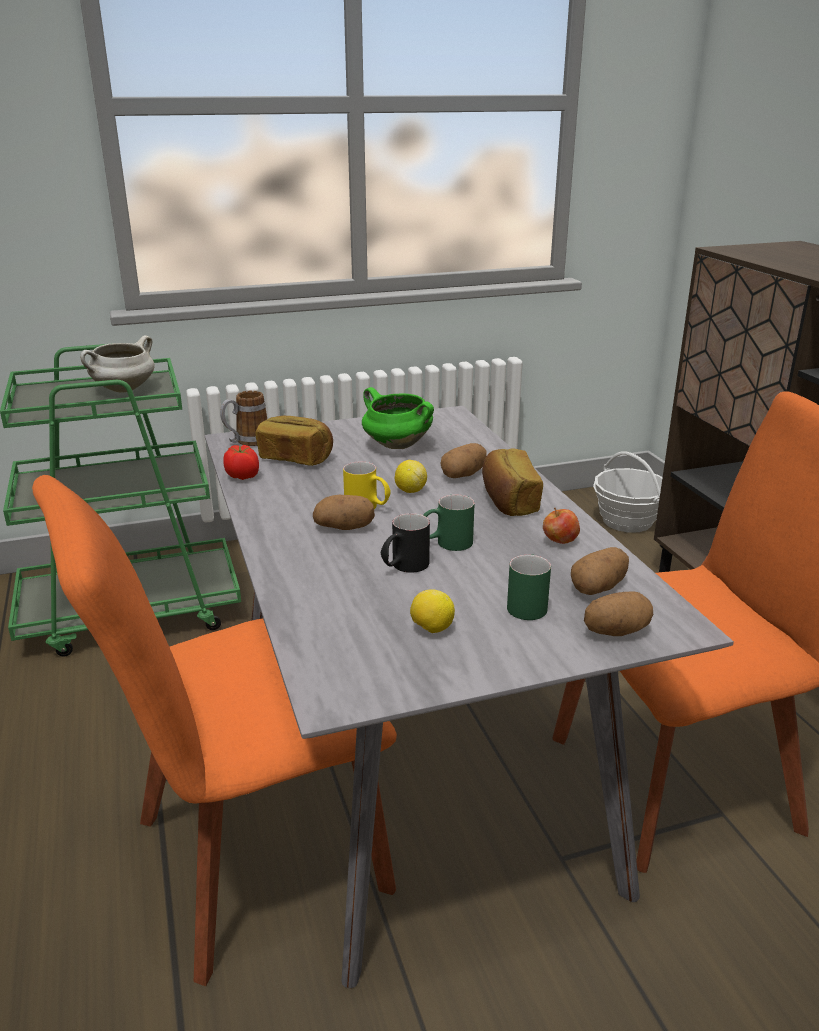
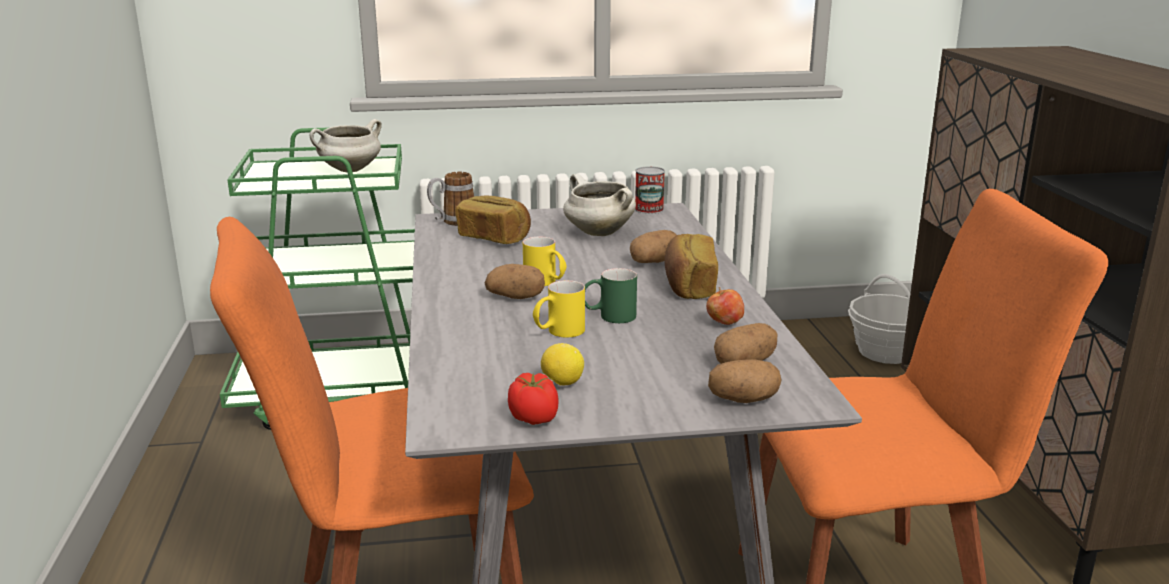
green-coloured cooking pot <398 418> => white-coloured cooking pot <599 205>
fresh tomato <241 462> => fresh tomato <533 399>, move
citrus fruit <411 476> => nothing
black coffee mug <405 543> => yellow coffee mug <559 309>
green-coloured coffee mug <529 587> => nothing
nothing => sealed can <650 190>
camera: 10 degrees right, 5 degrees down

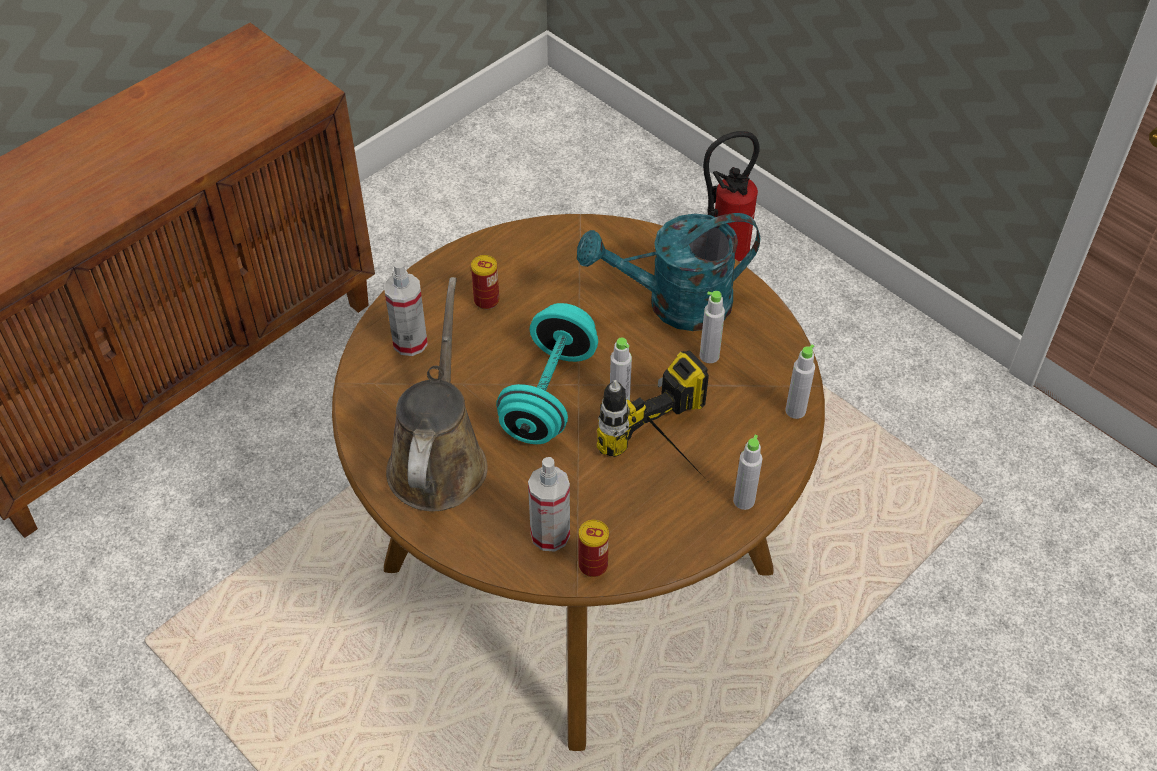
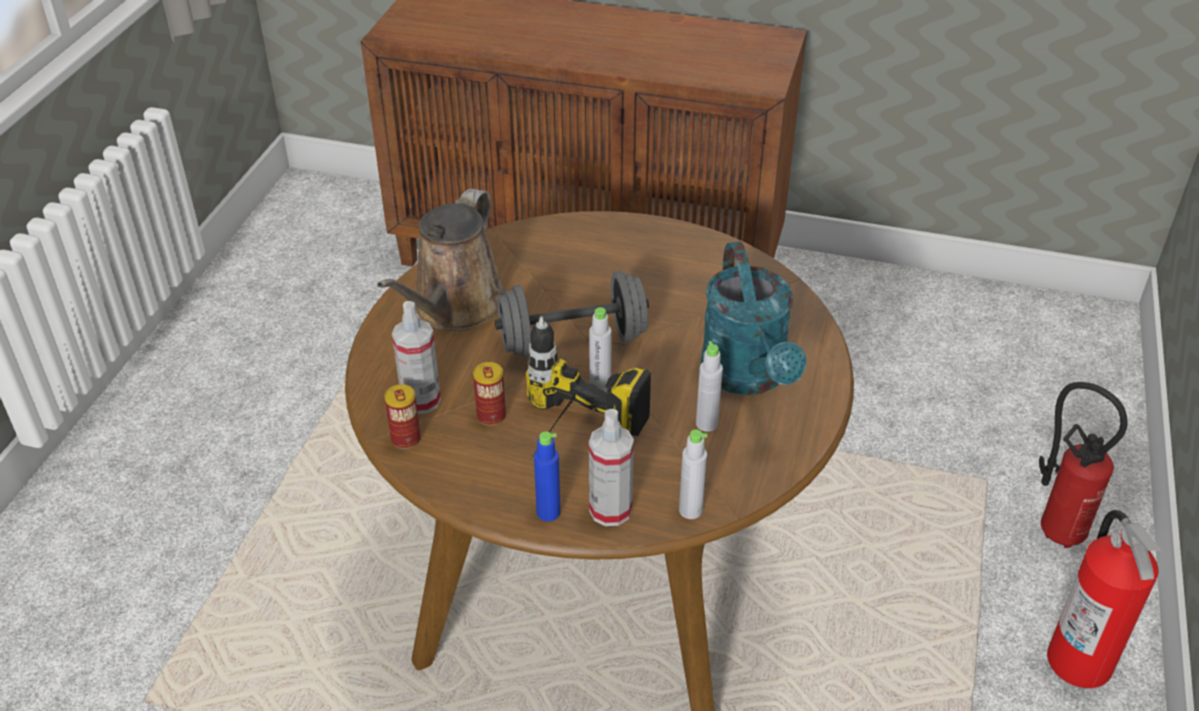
turquoise-coloured watering can <668 272> => turquoise-coloured watering can <754 318>, 150 degrees counterclockwise
sealed can <485 282> => sealed can <489 394>, move
sprayer <406 308> => sprayer <611 467>, move
brownish watering can <437 394> => brownish watering can <441 260>, 135 degrees clockwise
turquoise-coloured hand weight <547 373> => grey hand weight <572 314>
grey drink bottle <747 472> => blue drink bottle <547 476>
nothing => fire-fighting cylinder <1104 599>
camera: 60 degrees right, 10 degrees down

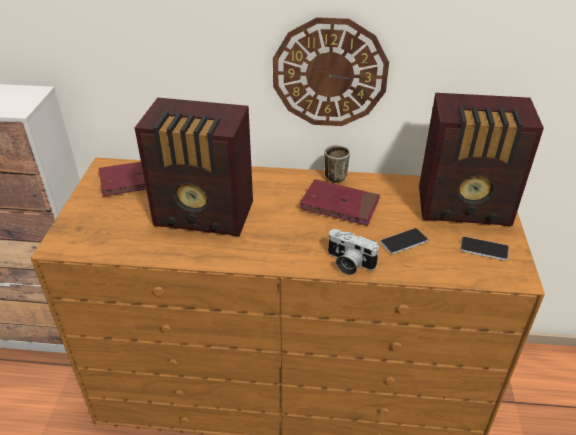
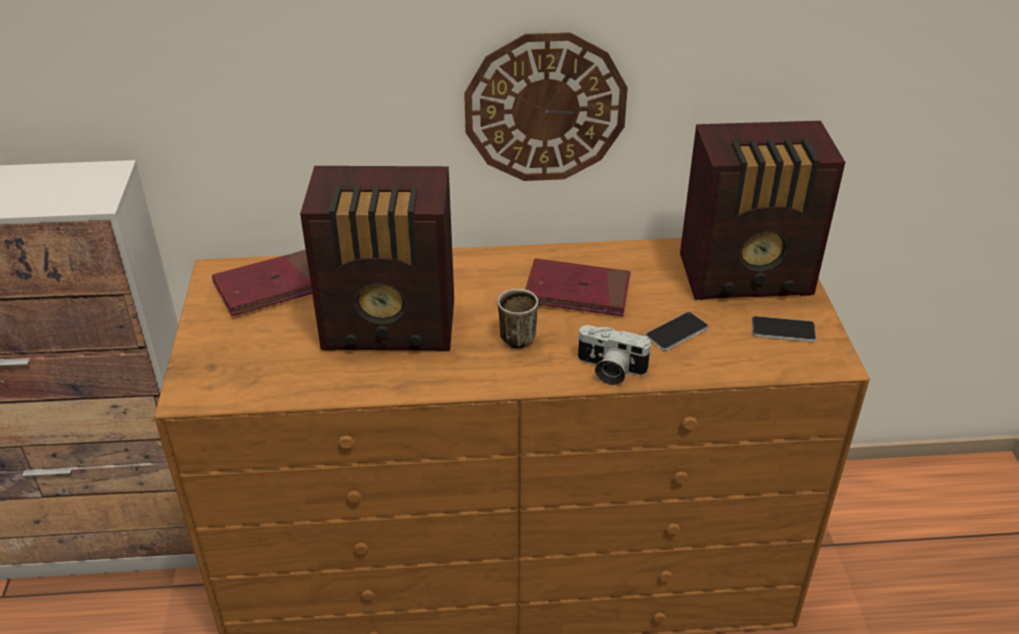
coffee mug <337 164> => coffee mug <518 319>, move
camera: 10 degrees left, 0 degrees up

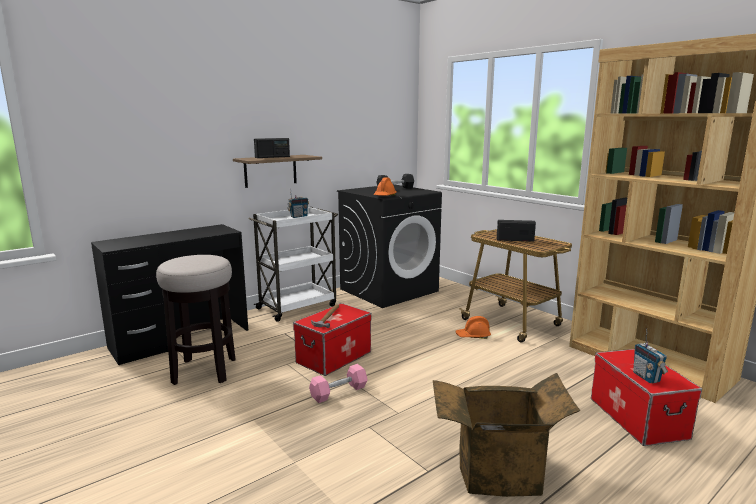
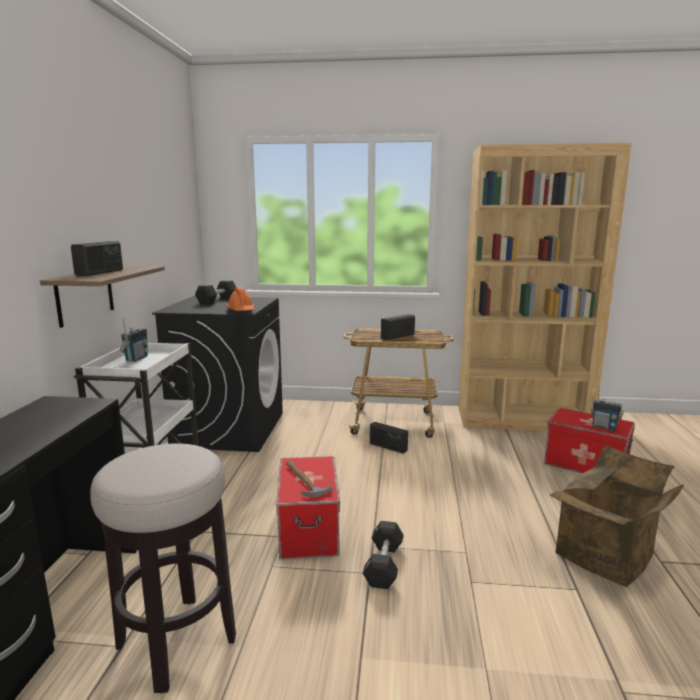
orangey hard hat <473 327> => radio set <389 438>
pinkish hand weight <338 383> => black hand weight <383 555>
camera: 45 degrees left, 0 degrees up

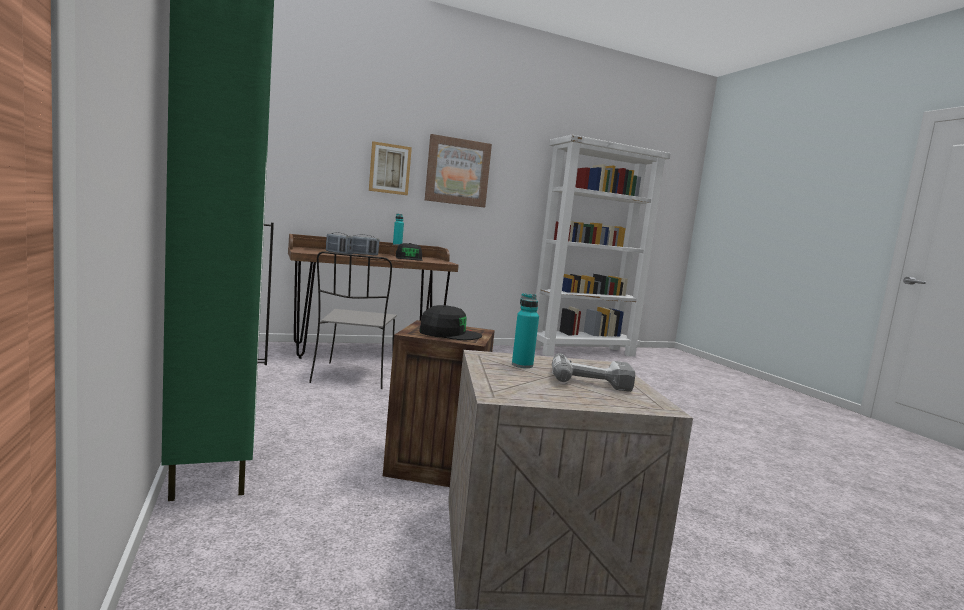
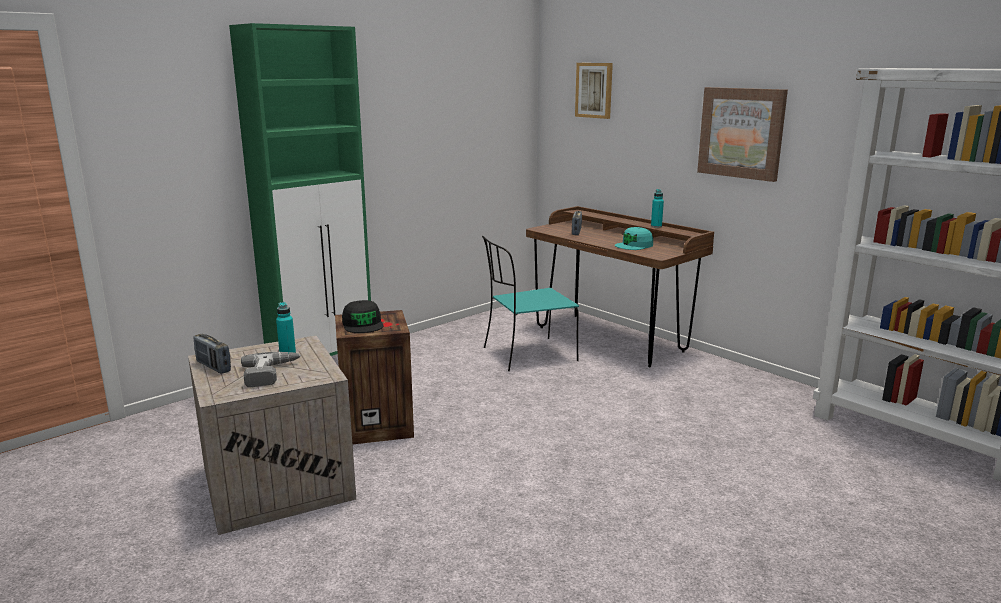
wall picture <390 168> => wall picture <594 91>, move
radio set <364 245> => radio set <212 354>, move
black peaked cap <409 252> => turquoise-coloured peaked cap <634 238>
grey upright chair <353 320> => turquoise-coloured upright chair <530 303>
camera: 70 degrees right, 10 degrees up

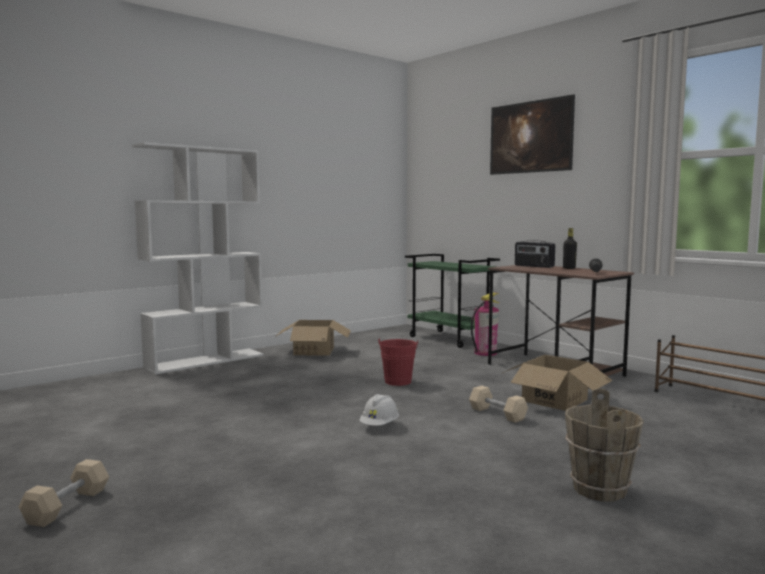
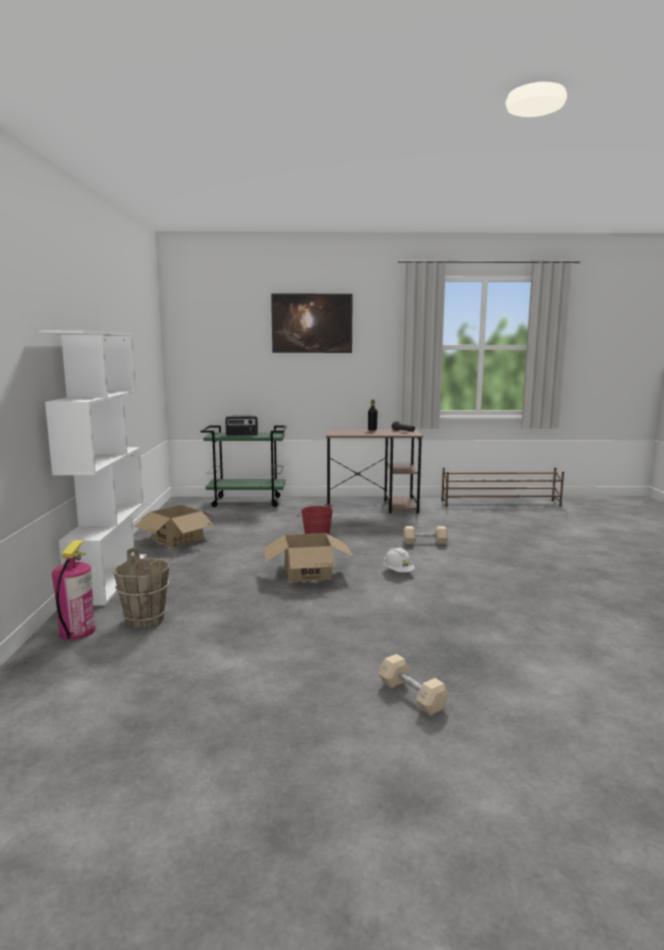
radio set <535 254> => radio set <241 425>, move
fire-fighting cylinder <485 324> => fire-fighting cylinder <73 590>, move
packing box <557 383> => packing box <309 557>, move
brownish water bucket <604 445> => brownish water bucket <141 588>, move
camera: 50 degrees left, 5 degrees up

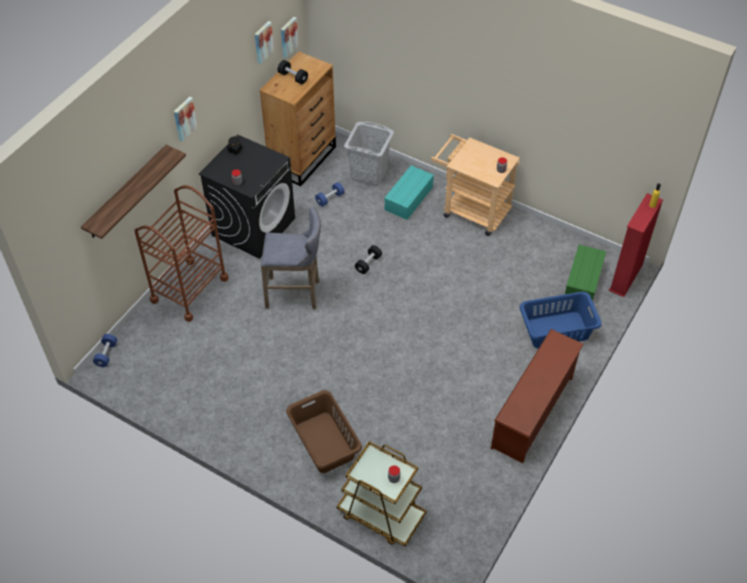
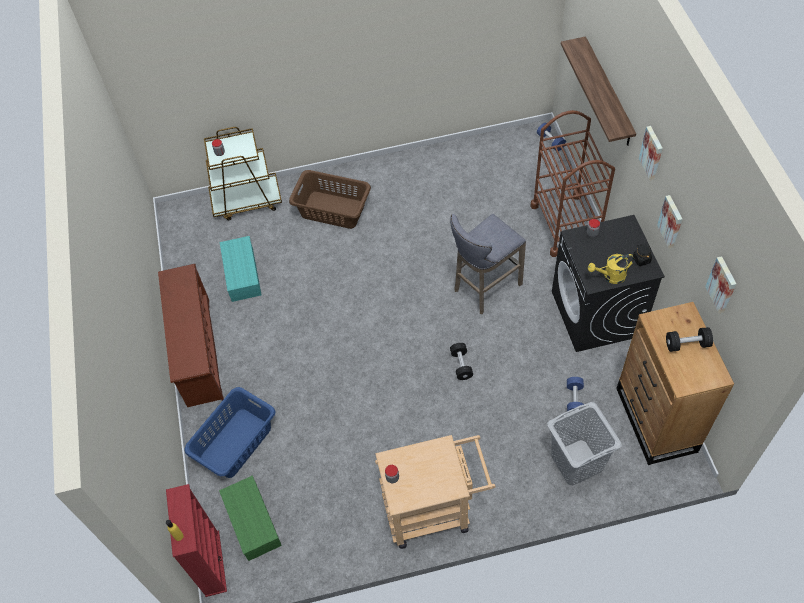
wall picture <290 37> => wall picture <669 222>, move
turquoise-coloured storage container <409 192> => turquoise-coloured storage container <241 269>, move
nothing => yellow watering can <611 269>
camera: 140 degrees right, 5 degrees up

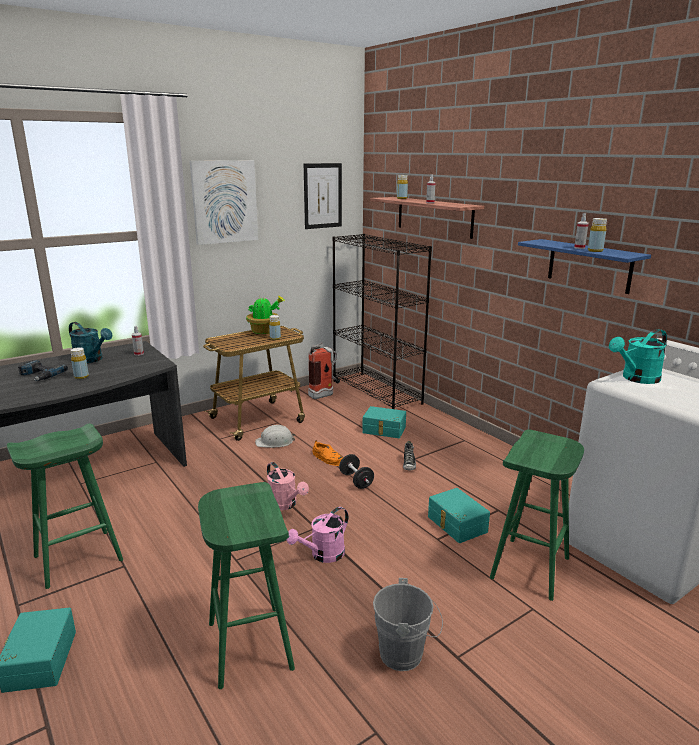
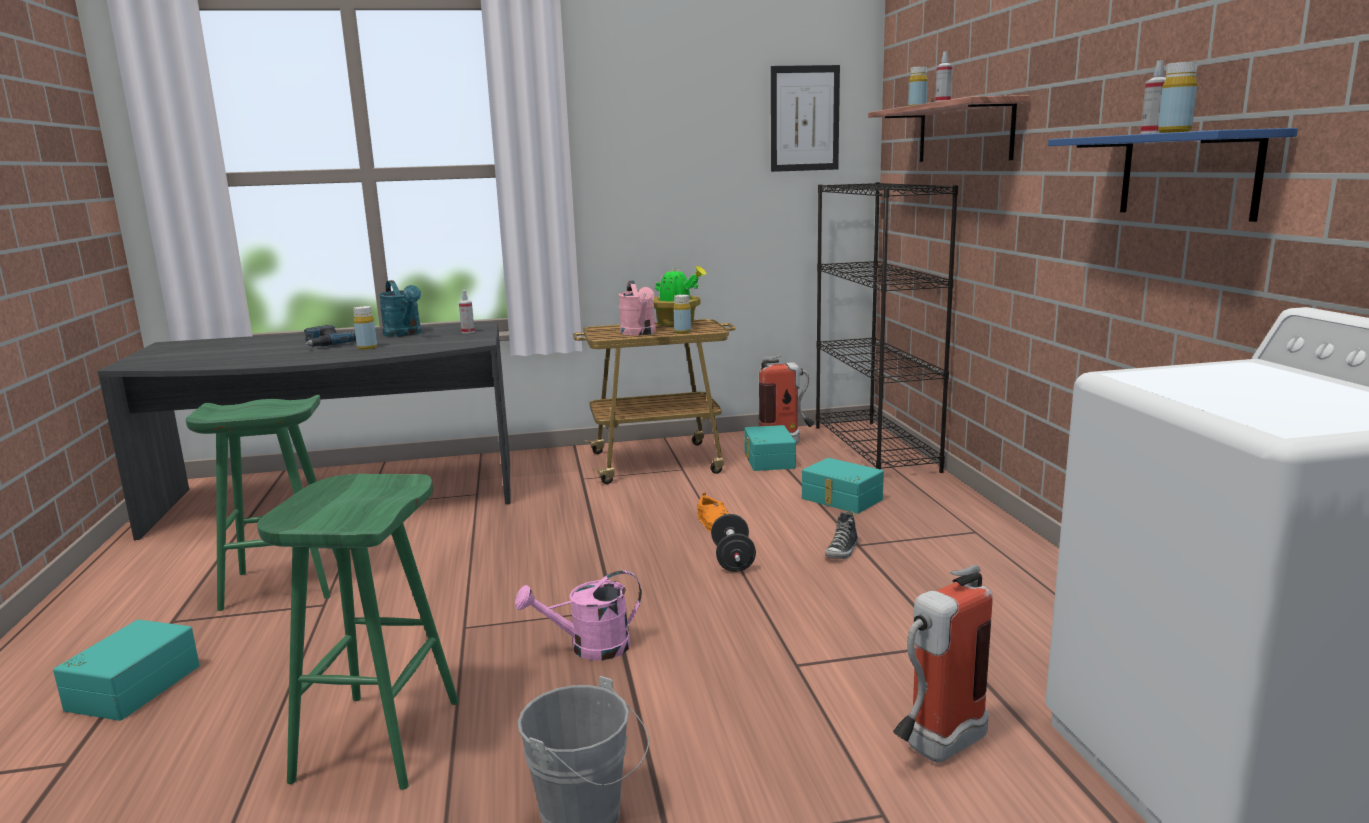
wall picture <224 202> => nothing
turquoise-coloured watering can <638 356> => nothing
white-coloured hard hat <275 436> => nothing
green-coloured stool <537 515> => fire-fighting cylinder <943 663>
pinkish watering can <288 486> => pinkish watering can <637 308>, move
turquoise-coloured storage container <459 515> => turquoise-coloured storage container <770 448>, move
camera: 25 degrees right, 5 degrees down

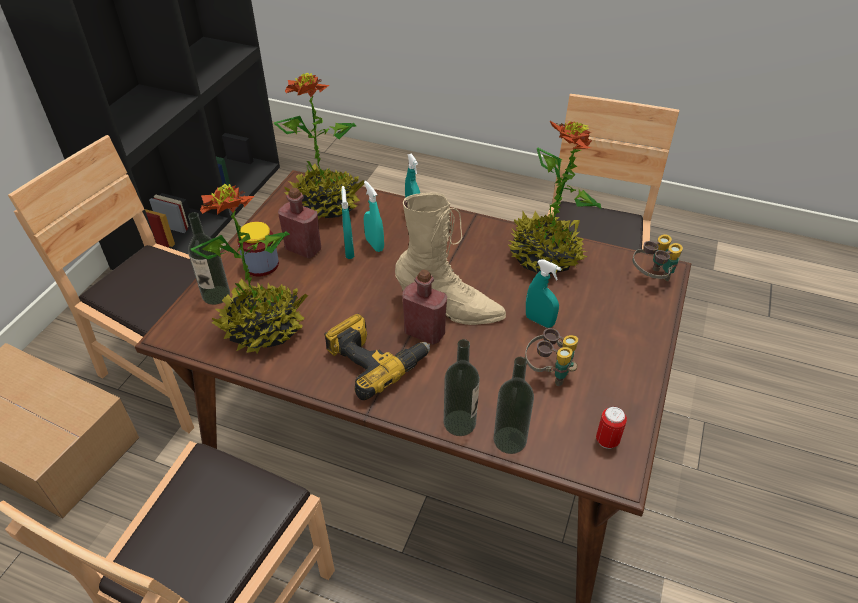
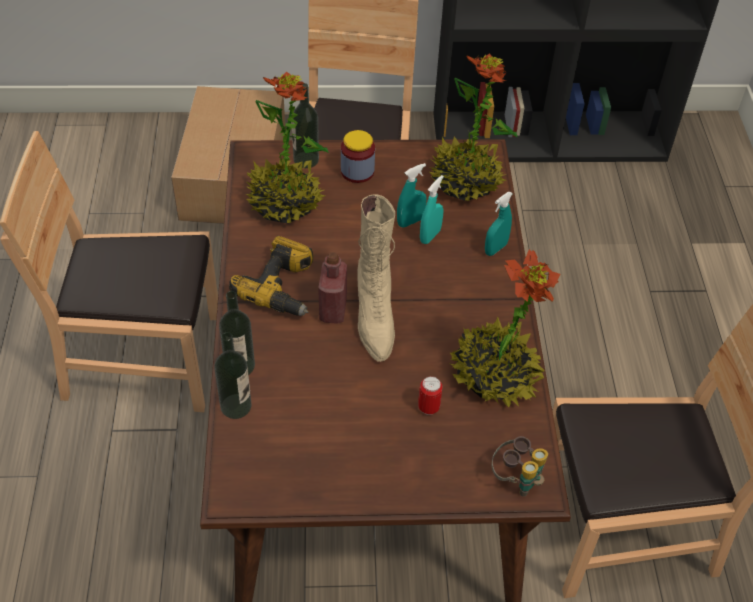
reddish drink bottle <299 223> => nothing
turquoise-coloured sprayer <544 293> => nothing
field glasses <551 357> => nothing
sealed can <611 427> => sealed can <430 395>, move
camera: 65 degrees right, 5 degrees up

